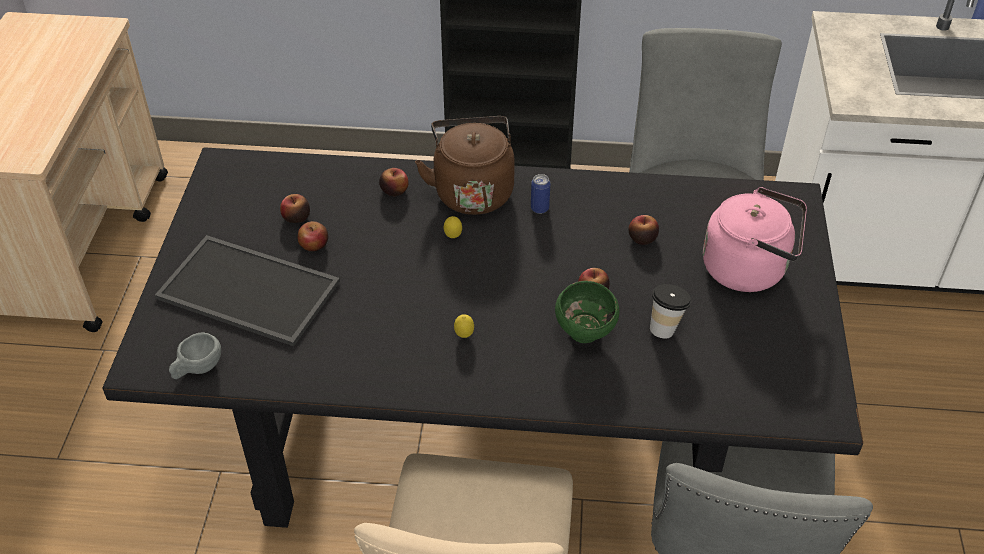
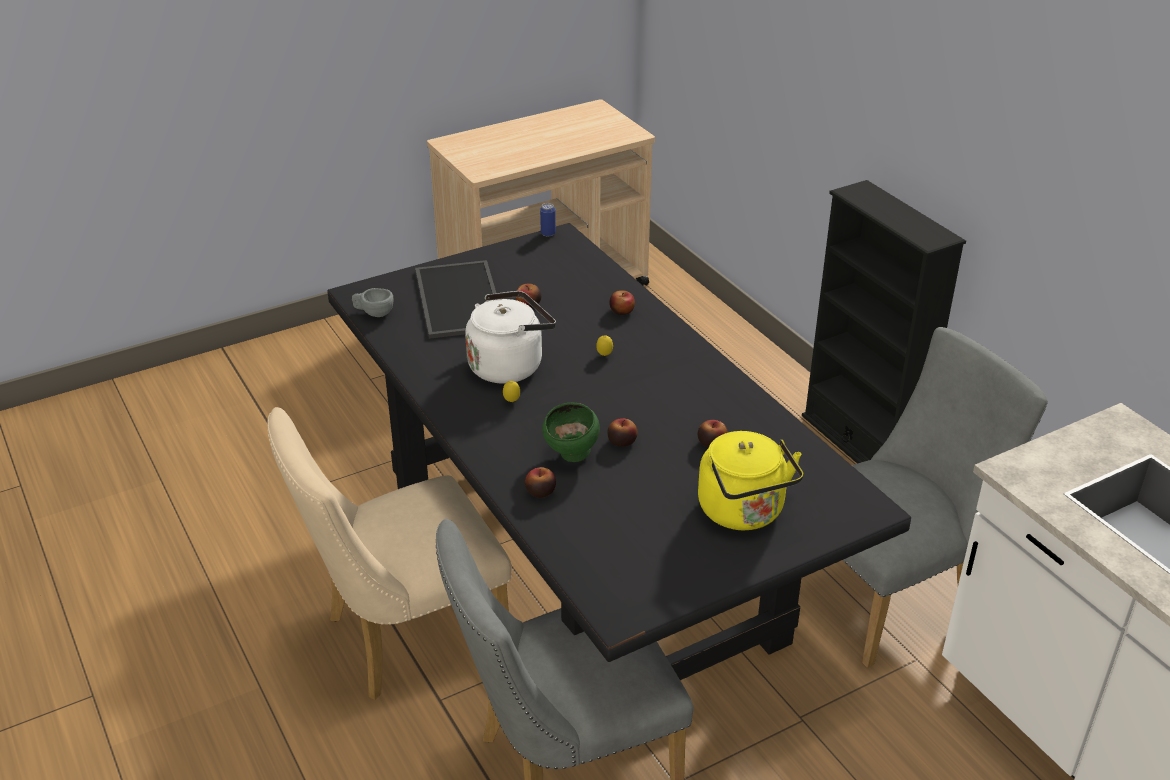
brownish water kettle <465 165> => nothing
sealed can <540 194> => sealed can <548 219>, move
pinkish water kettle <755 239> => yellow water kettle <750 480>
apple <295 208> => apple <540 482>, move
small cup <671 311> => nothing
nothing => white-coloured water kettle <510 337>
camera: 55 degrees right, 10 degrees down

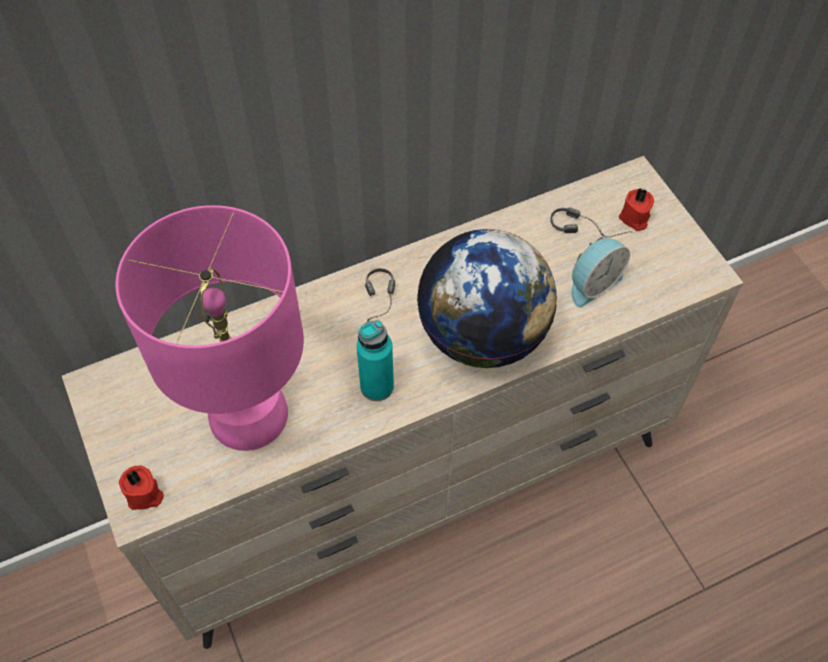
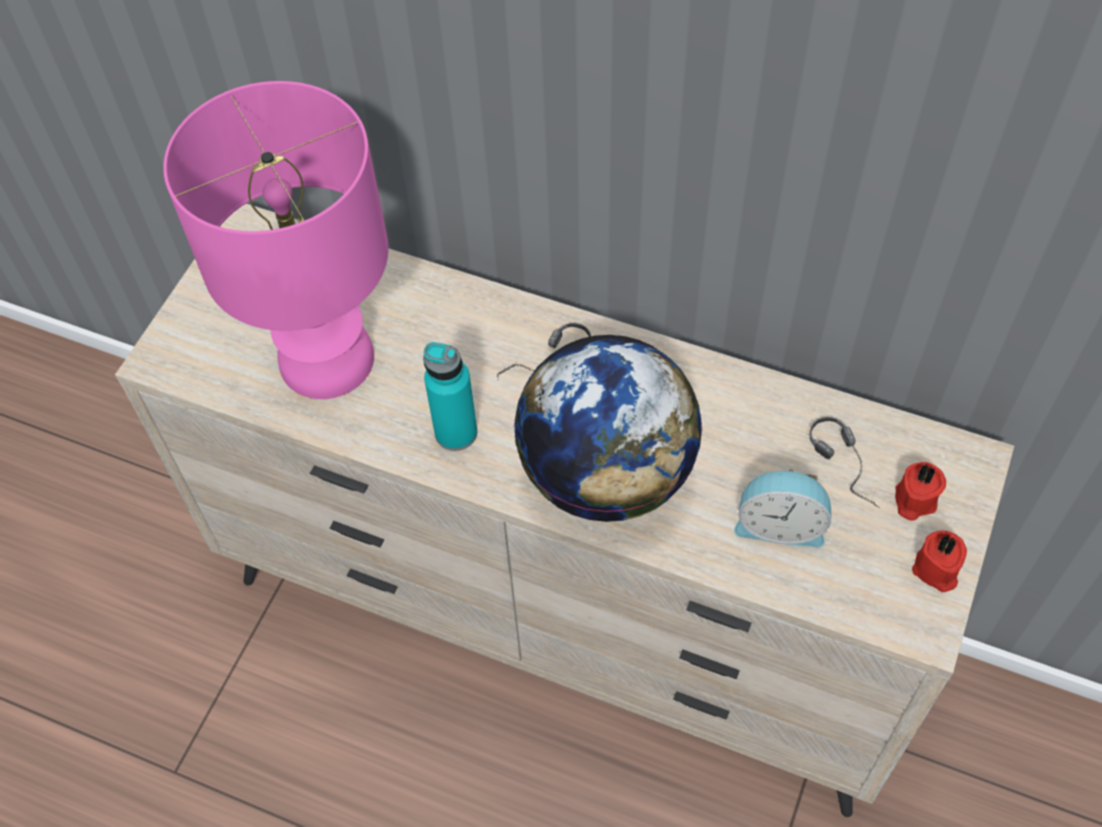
reddish wax candle <141 488> => reddish wax candle <939 561>, move
camera: 50 degrees right, 0 degrees up

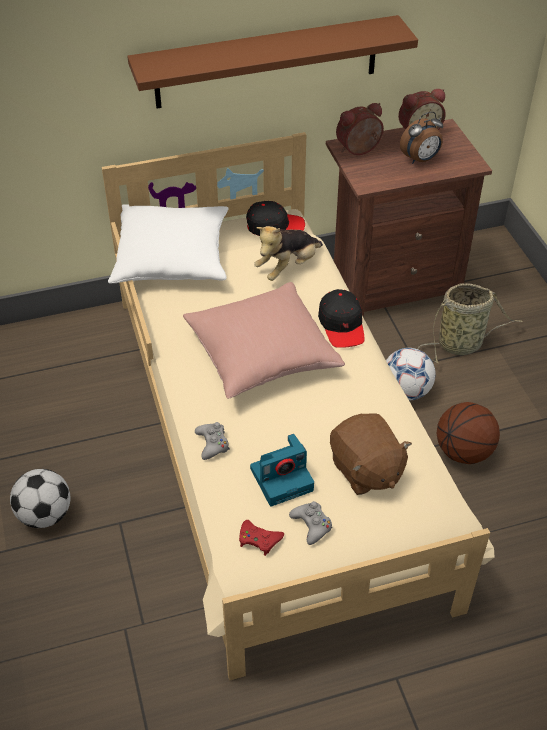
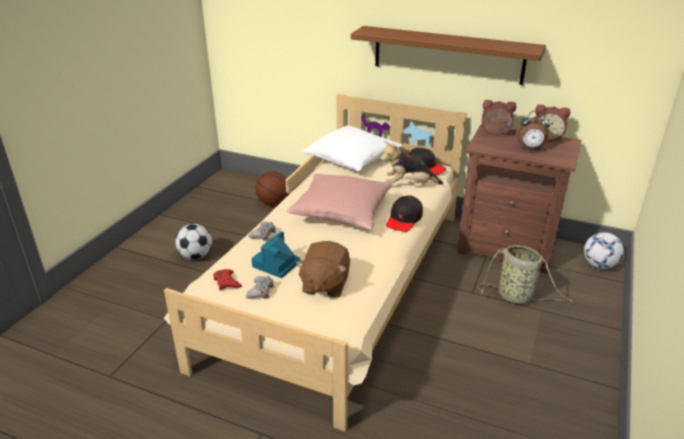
football <411 374> => football <604 250>, move
basketball ball <468 433> => basketball ball <272 188>, move
still camera <282 470> => still camera <275 254>, 105 degrees clockwise
camera: 40 degrees right, 15 degrees down

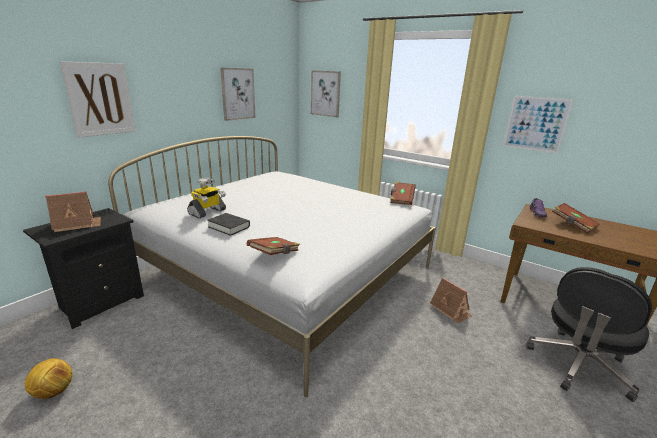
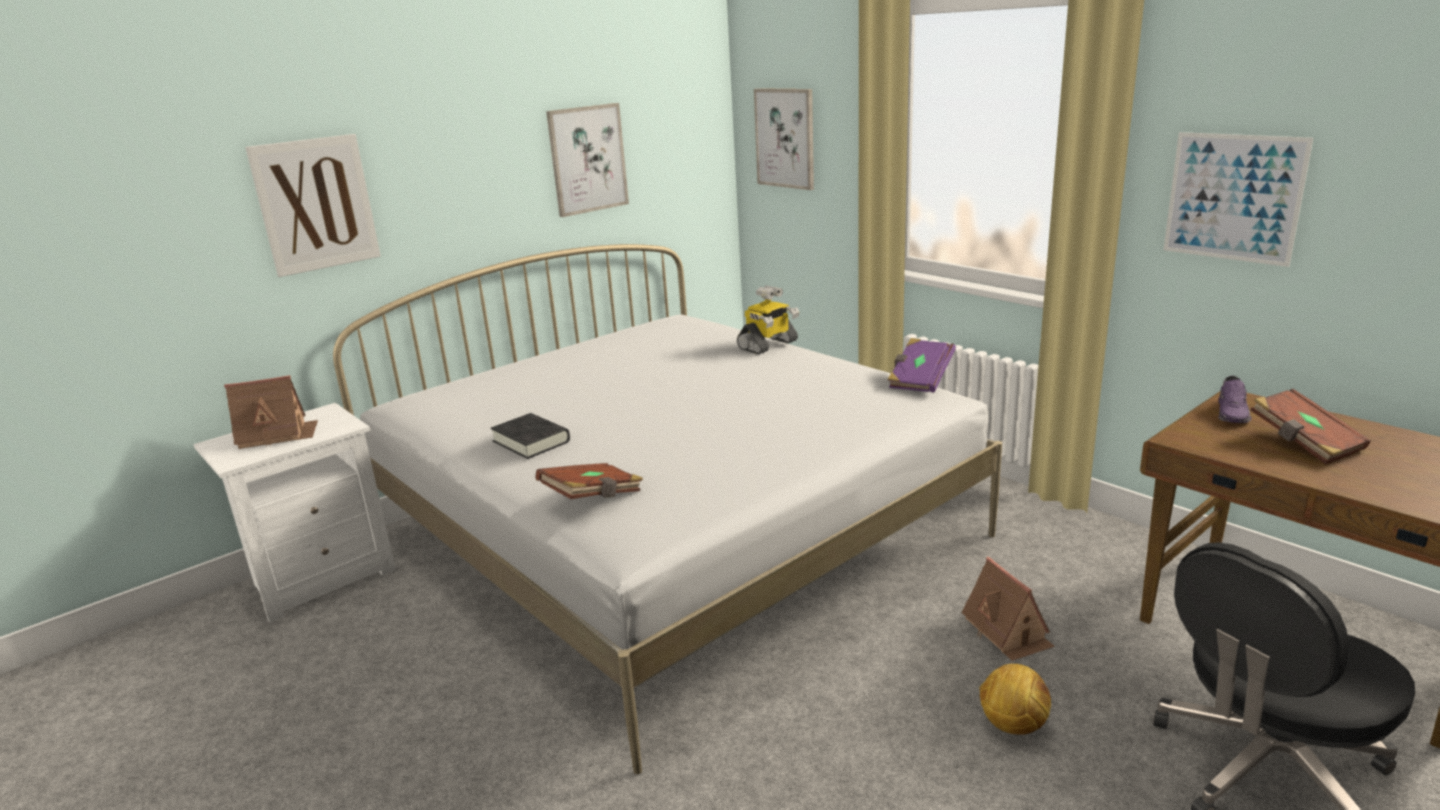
robot figure <206 197> => robot figure <768 319>, move
brownish book <403 193> => purplish book <921 365>
black bedside table <83 268> => white-coloured bedside table <294 513>
football <49 378> => football <1015 699>, move
camera: 15 degrees right, 0 degrees up

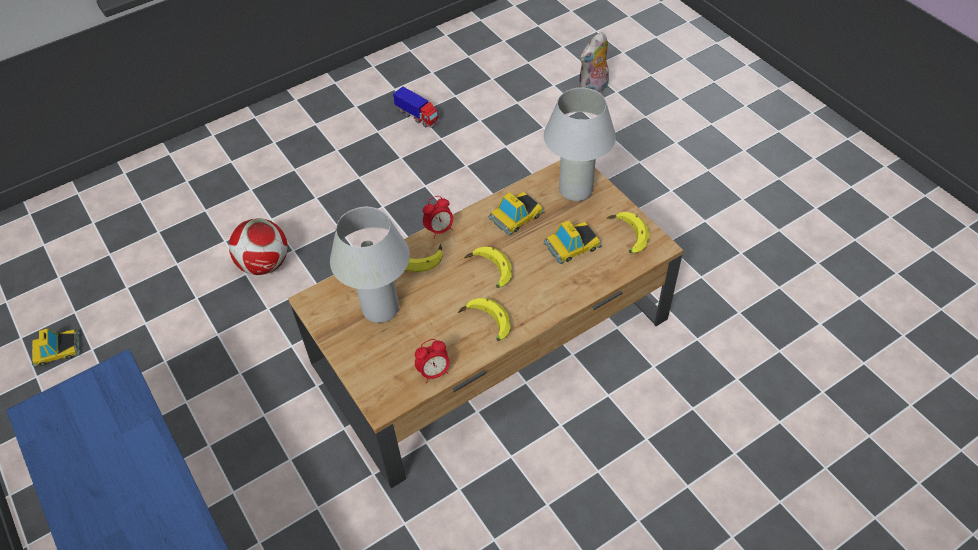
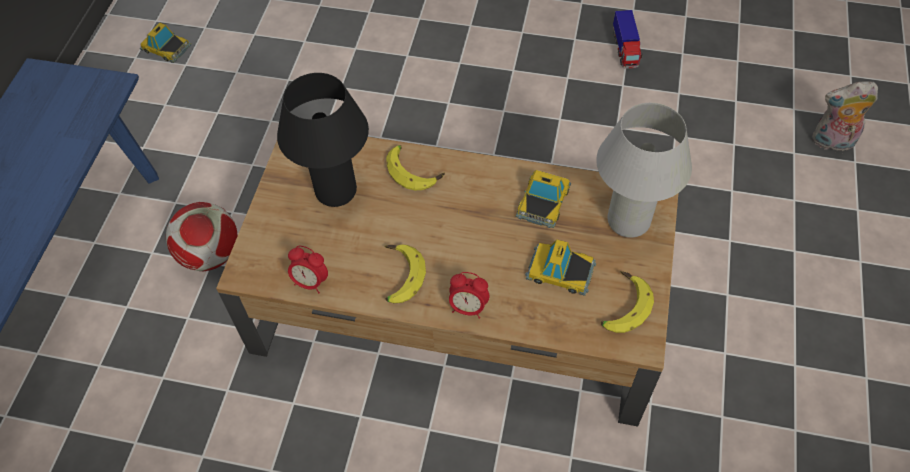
toy car <516 214> => toy car <543 199>, 105 degrees clockwise
alarm clock <438 217> => alarm clock <469 295>, move
white-coloured lamp for a table <370 265> => black lamp for a table <323 140>
football <258 246> => football <201 236>, move
banana fruit <488 267> => nothing
camera: 45 degrees right, 5 degrees up

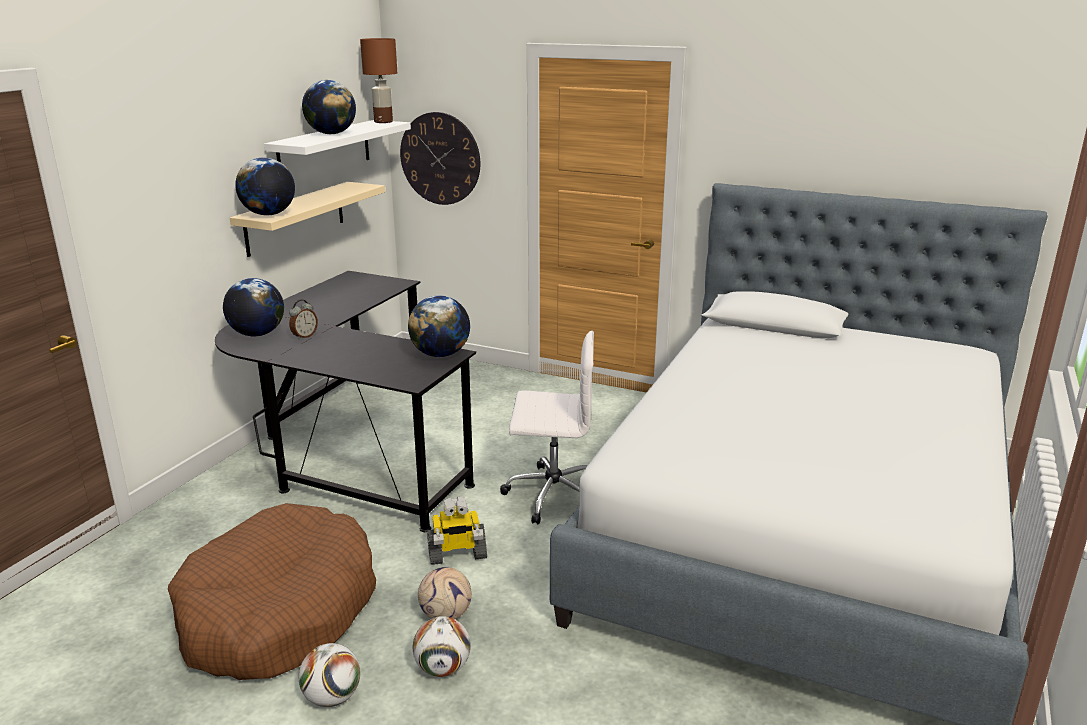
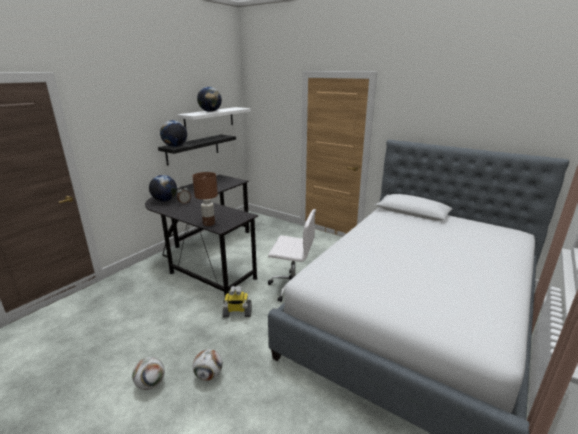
brownish lamp for a table <378 80> => brownish lamp for a table <205 199>, move
hanging clock <440 158> => nothing
beige shelf <307 219> => black shelf <197 150>
desk globe <439 326> => nothing
brownish dog cushion <272 591> => nothing
football <445 593> => nothing
camera: 10 degrees right, 0 degrees up

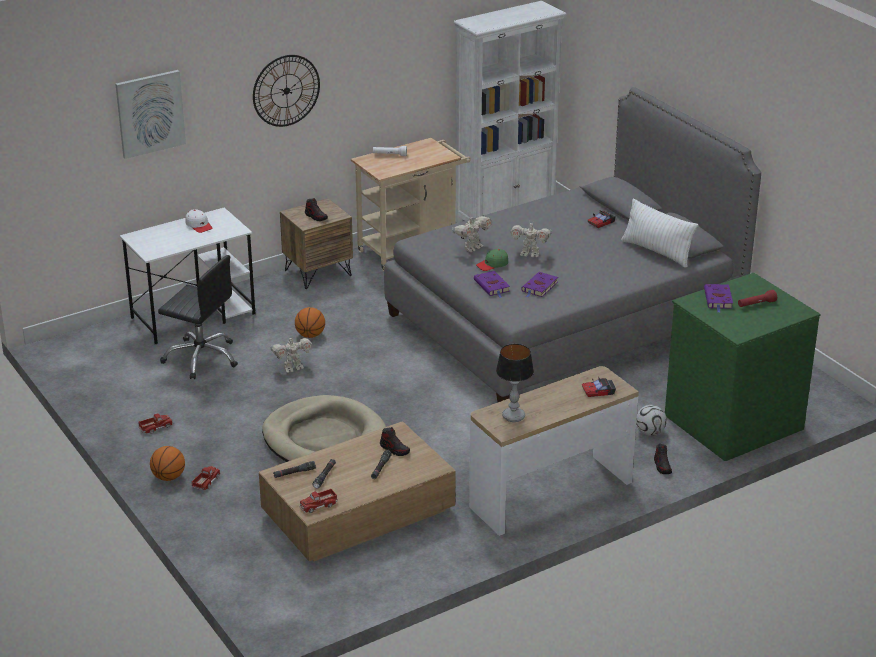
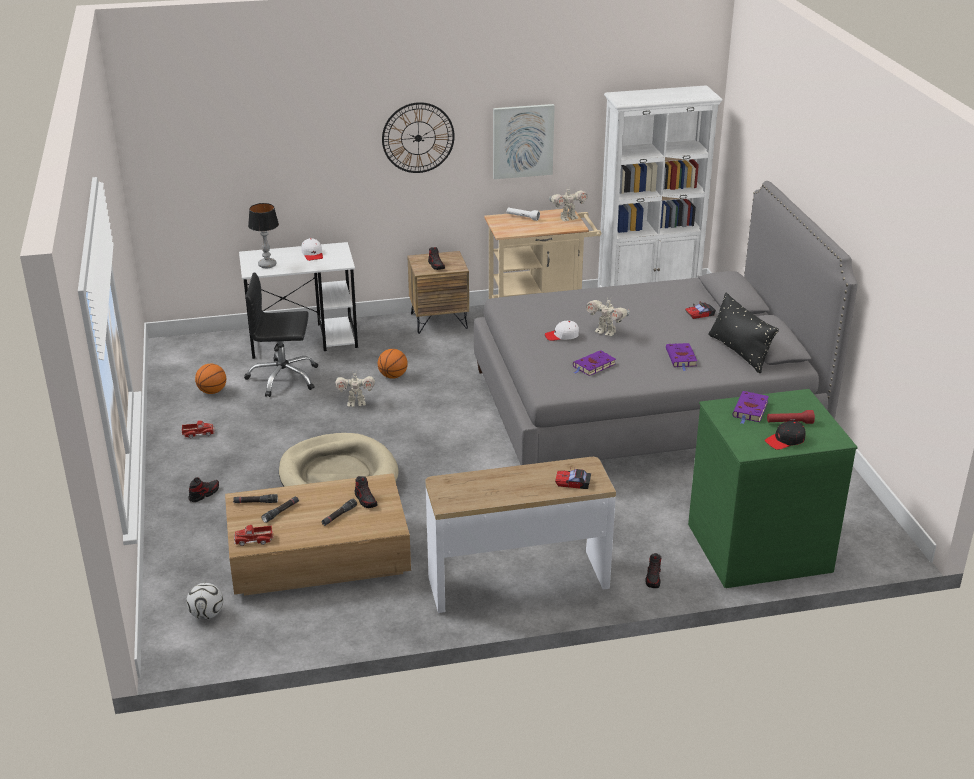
wall picture <150 114> => wall picture <524 141>, move
white-coloured pillow <660 233> => black pillow <743 333>
robot figure <472 234> => robot figure <568 203>, move
green-coloured peaked cap <492 260> => white-coloured peaked cap <562 331>
black computer chair <198 317> => black computer chair <281 335>, 135 degrees clockwise
purplish book <492 284> => purplish book <681 357>, move
lamp for a table <515 383> => lamp for a table <263 235>, move
football <651 420> => football <204 601>, move
basketball ball <167 463> => basketball ball <210 379>, move
toy truck <206 478> => item of footwear <204 489>
nothing => black peaked cap <785 435>
camera: 20 degrees right, 0 degrees up

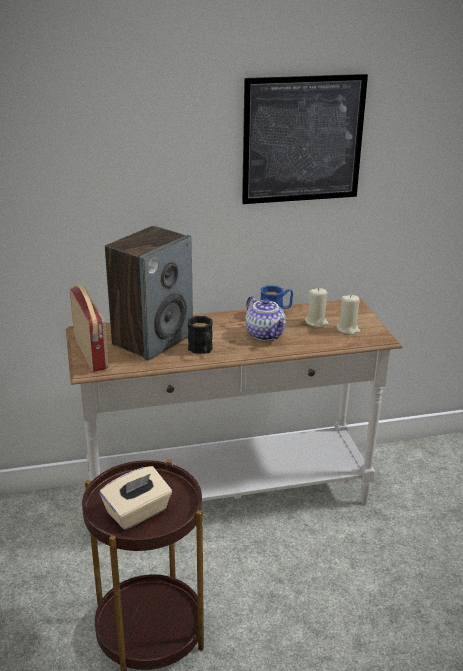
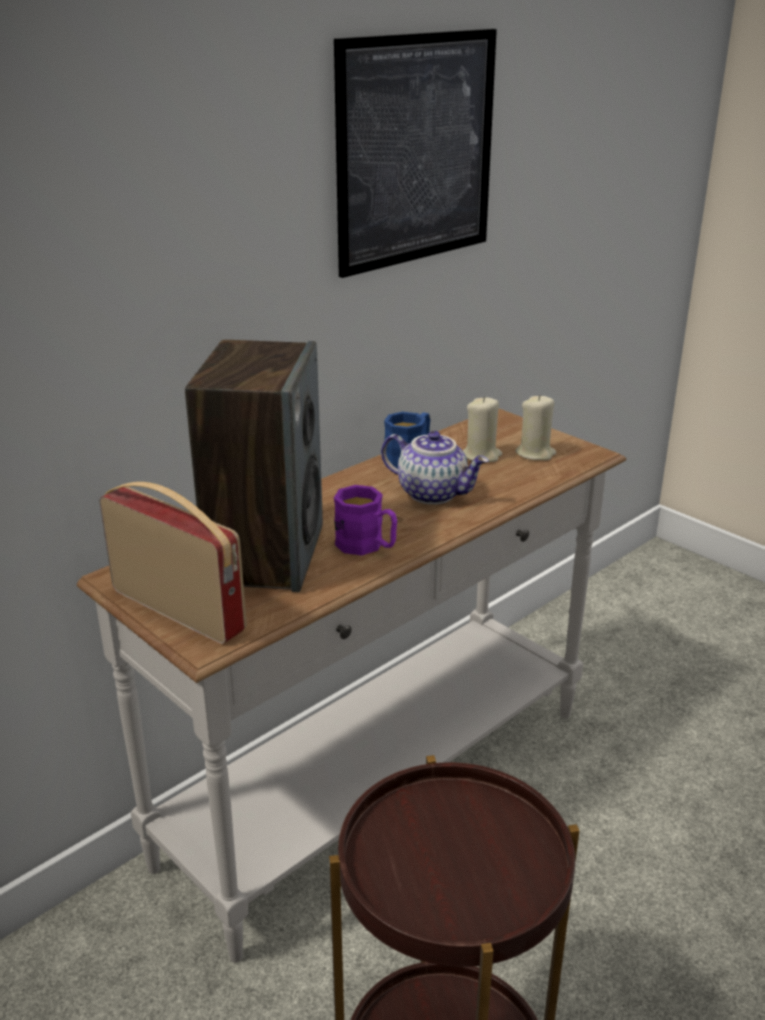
black coffee mug <200 335> => purplish coffee mug <365 520>
beige box of tissues <136 498> => nothing
camera: 30 degrees left, 0 degrees up

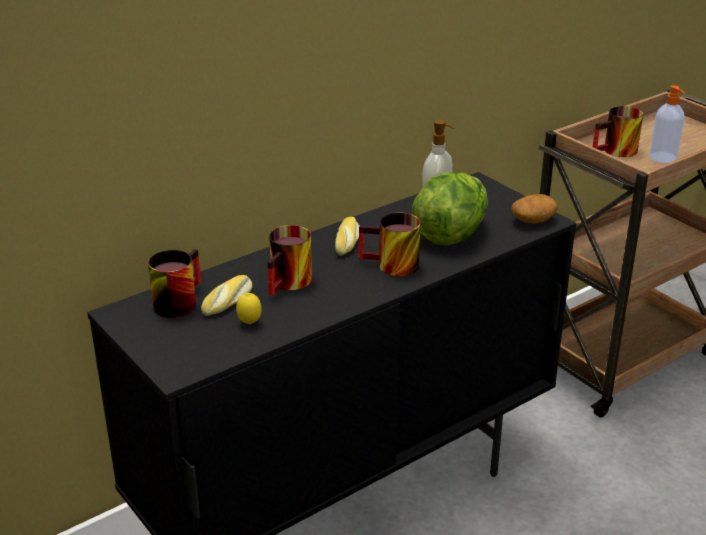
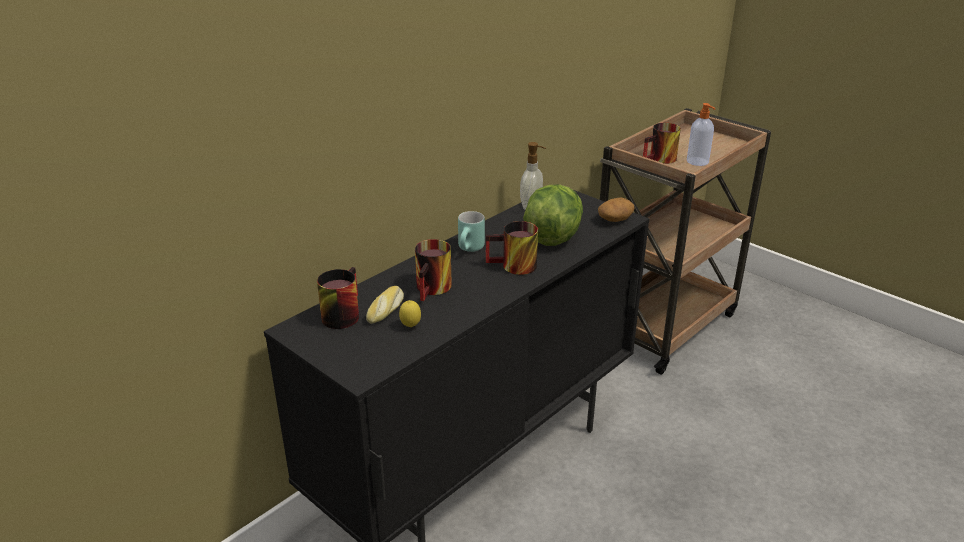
baked bread <347 236> => turquoise-coloured coffee mug <471 231>
camera: 10 degrees left, 0 degrees up

